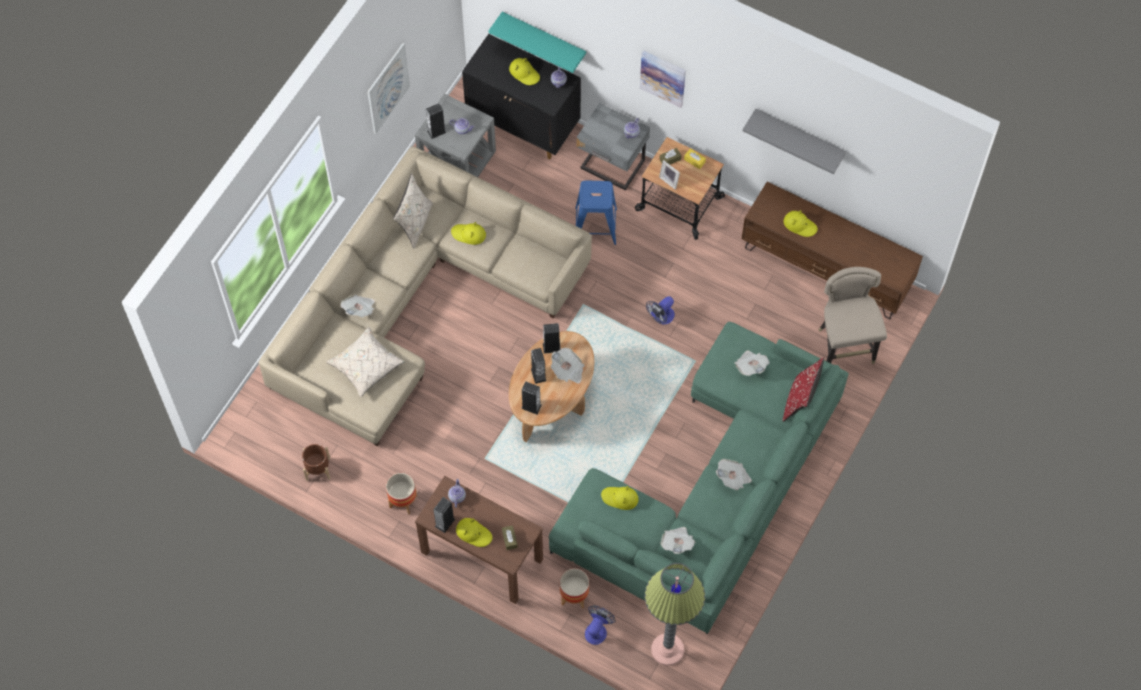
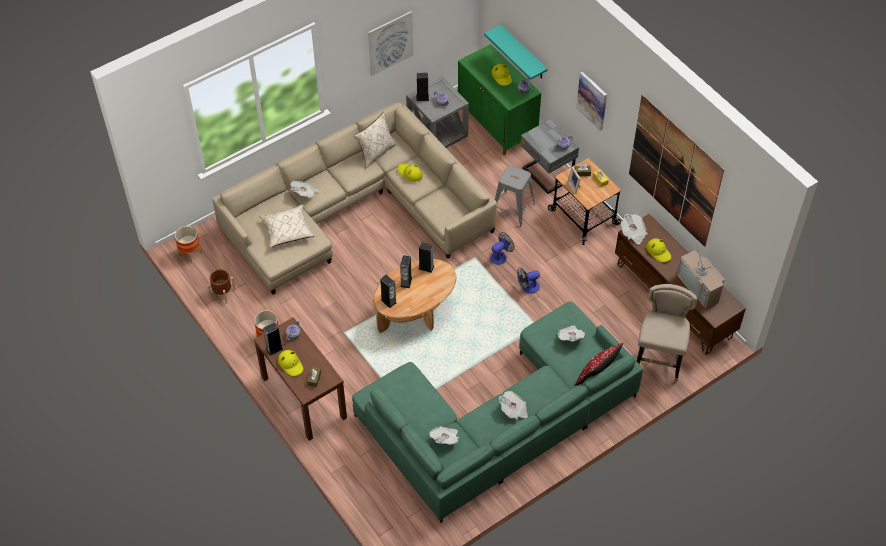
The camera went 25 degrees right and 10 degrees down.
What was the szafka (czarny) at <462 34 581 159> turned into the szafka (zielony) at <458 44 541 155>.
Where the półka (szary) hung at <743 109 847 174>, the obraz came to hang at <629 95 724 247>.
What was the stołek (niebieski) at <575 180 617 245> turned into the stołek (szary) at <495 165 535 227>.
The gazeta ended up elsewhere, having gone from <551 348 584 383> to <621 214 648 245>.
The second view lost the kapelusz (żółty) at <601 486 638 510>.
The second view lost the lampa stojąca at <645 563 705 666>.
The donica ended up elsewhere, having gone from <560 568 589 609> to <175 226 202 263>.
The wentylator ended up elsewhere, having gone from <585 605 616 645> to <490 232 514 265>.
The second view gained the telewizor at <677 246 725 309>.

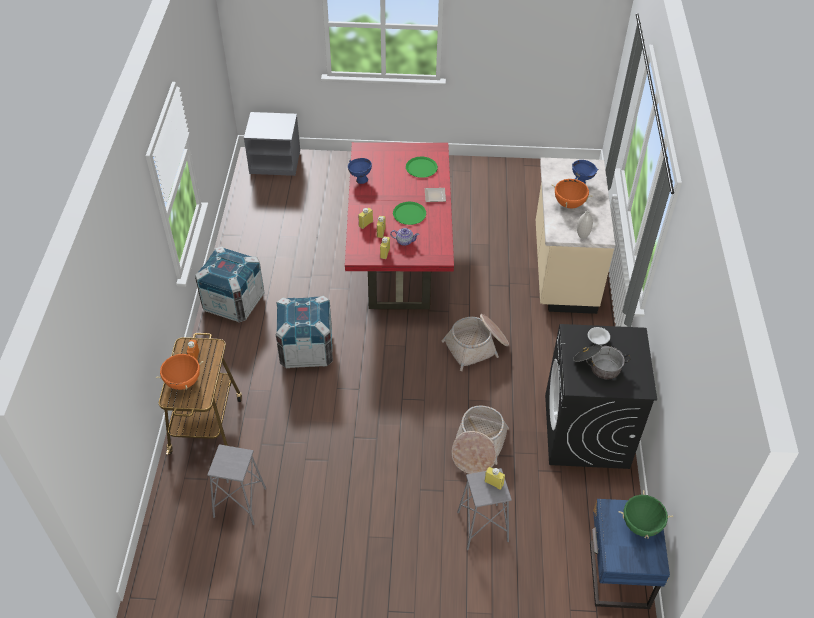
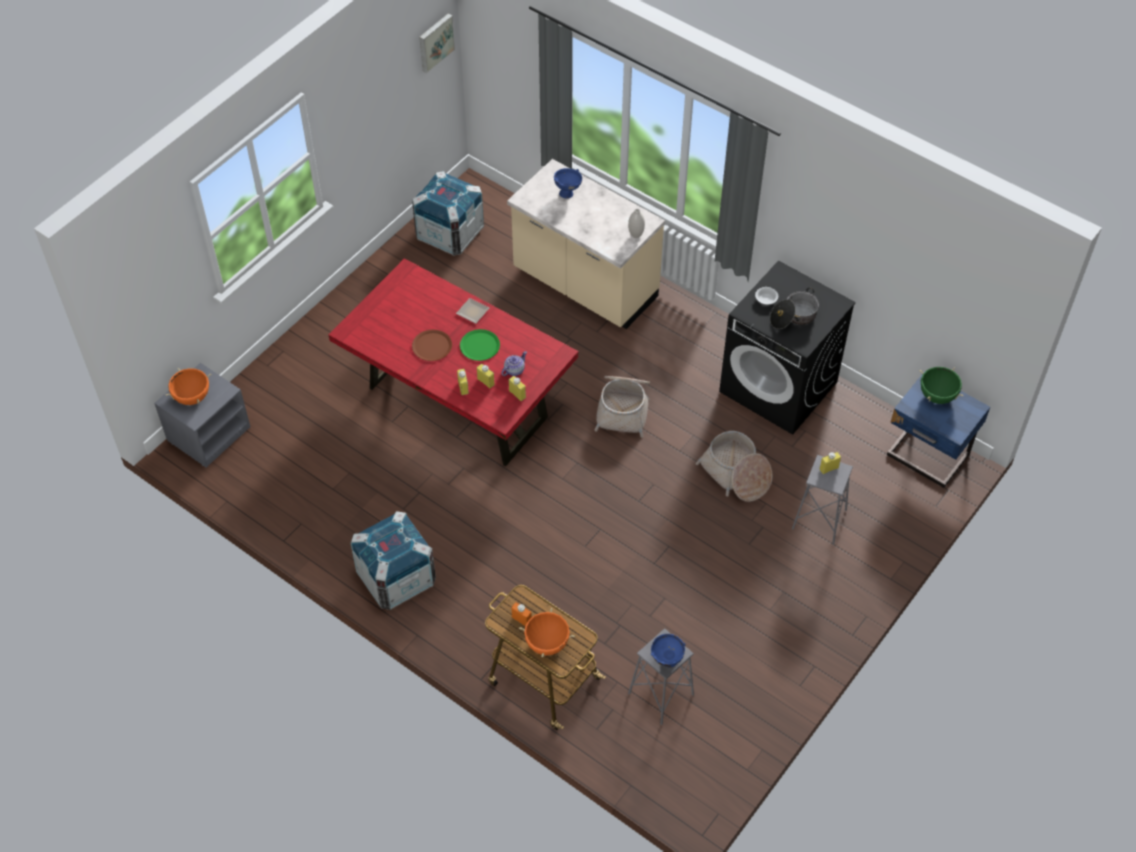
The camera went 55 degrees left and 5 degrees up.
The second view lost the talerz (zielony) at <406 157 438 178>.
The miska (niebieski) ended up elsewhere, having gone from <348 158 372 184> to <651 634 685 668>.
The garnek (pomarańczowy) ended up elsewhere, having gone from <551 177 592 208> to <166 368 211 405>.
The skrzynka ended up elsewhere, having gone from <276 296 333 368> to <412 171 484 256>.
The second view gained the obraz at <419 13 455 73>.
The second view gained the talerz (brązowy) at <412 330 452 361>.

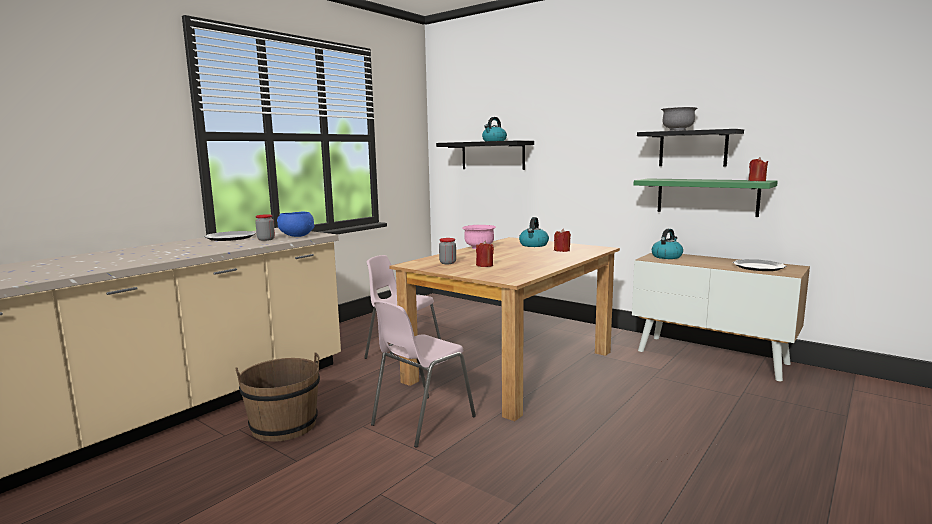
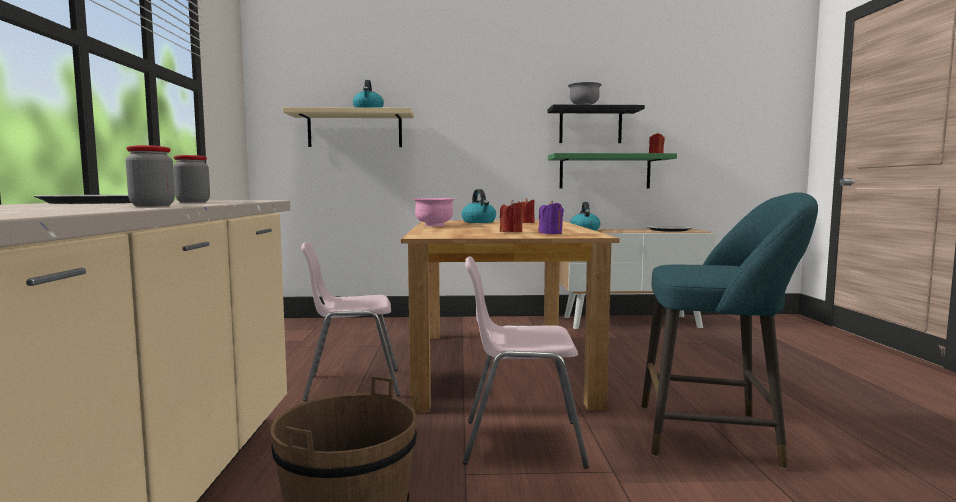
The camera went 40 degrees left and 5 degrees down.
What was the półka (czarny) at <436 140 534 170> turned into the półka (beżowy) at <283 107 414 147>.
The second view lost the miska (niebieski) at <277 212 314 237>.
The słoik ended up elsewhere, having gone from <439 238 456 264> to <126 145 175 206>.
The krzesło (różowy) at <371 301 476 448> ended up facing another way, 90 degrees clockwise from before.
The second view gained the stołek (turkusowy) at <641 192 818 469>.
The second view gained the świeca (fioletowy) at <538 200 564 234>.

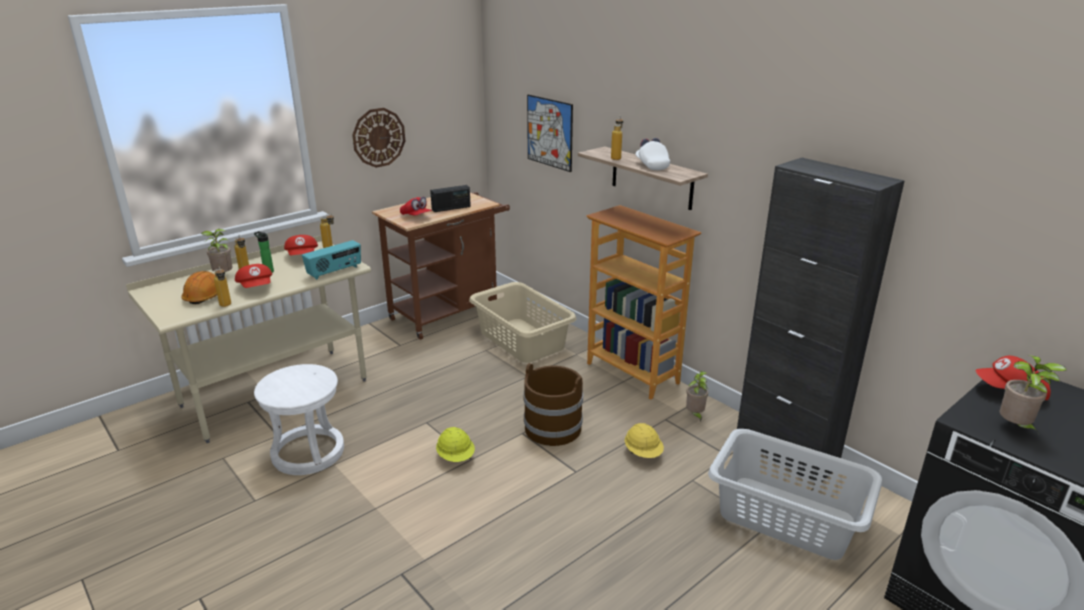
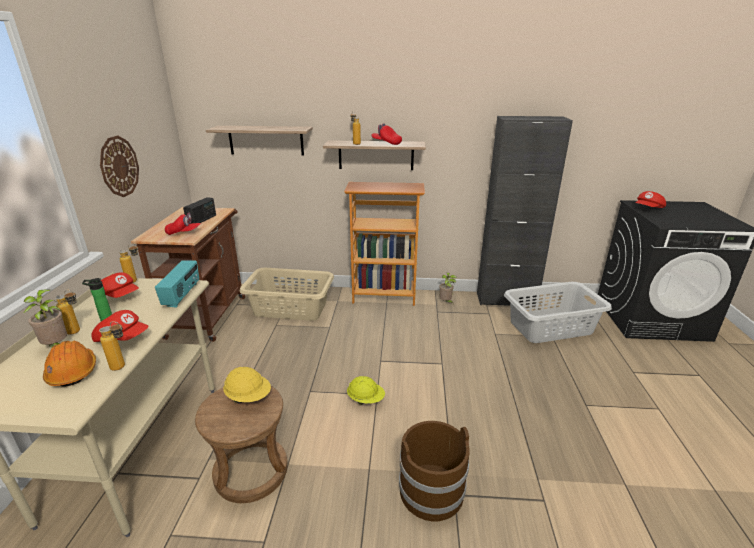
The camera went 45 degrees left and 0 degrees up.
Where the obraz hung at <527 94 573 172>, the półka came to hang at <206 126 313 156>.
What was the czapka z daszkiem (biały) at <636 138 670 170> turned into the czapka z daszkiem (czerwony) at <371 123 402 145>.
The second view lost the roślina doniczkowa at <1000 355 1067 434>.
The wiadro (brązowy) ended up elsewhere, having gone from <523 363 583 446> to <399 421 470 521>.
What was the stołek (biały) at <254 364 344 475> turned into the stołek (brązowy) at <195 386 288 503>.
The kask (żółty) ended up elsewhere, having gone from <625 423 664 458> to <223 367 271 404>.

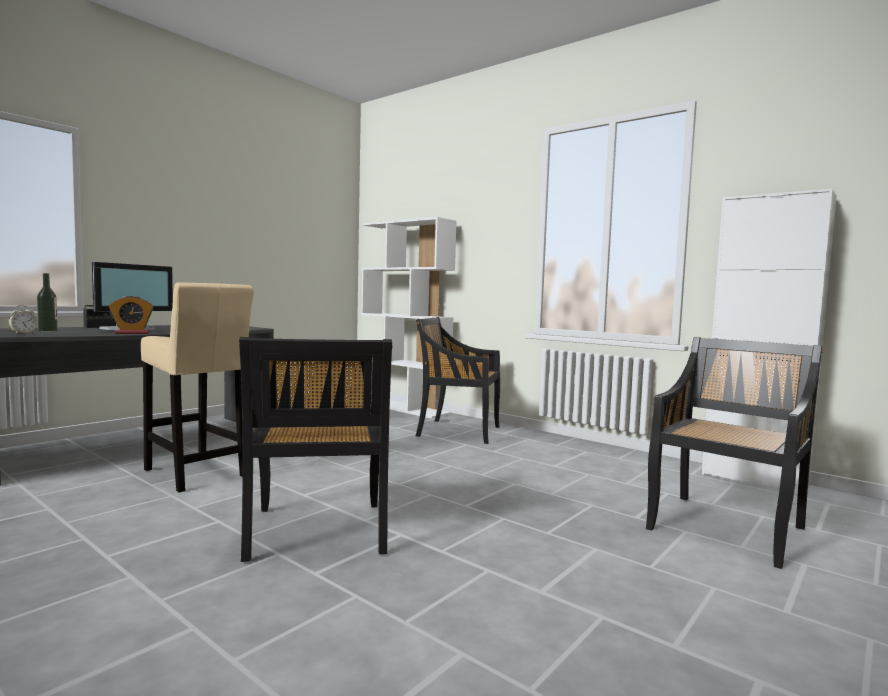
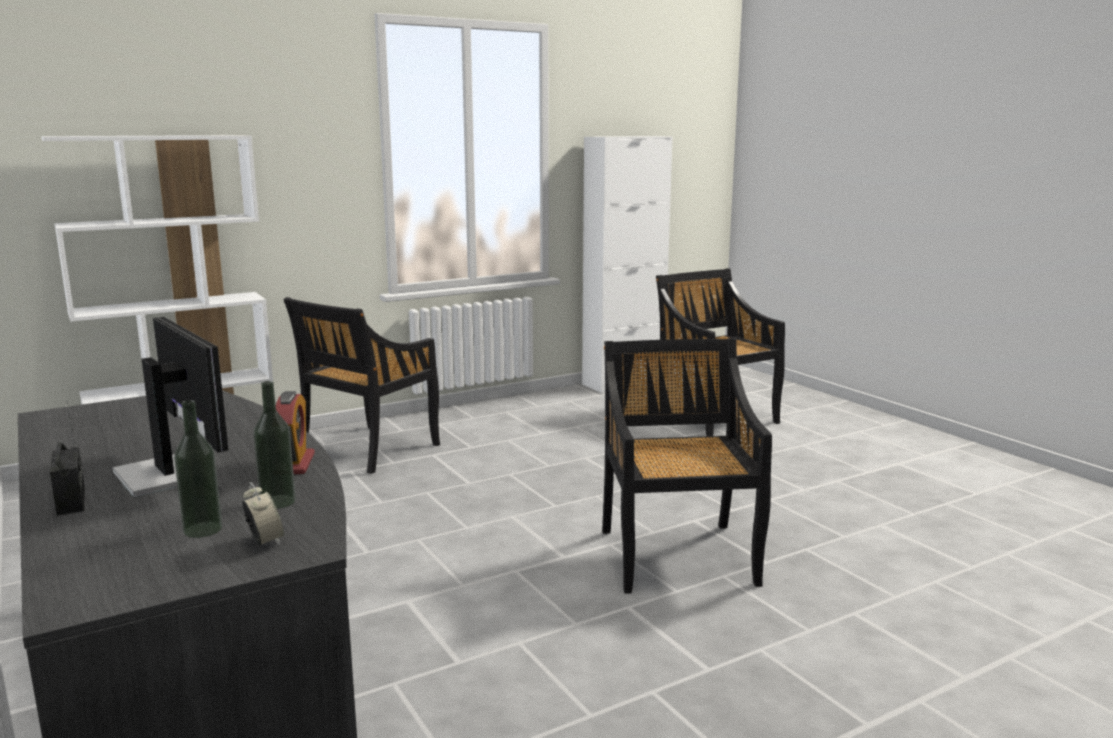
The camera went 70 degrees left and 10 degrees up.
The second view lost the stołek (beżowy) at <141 282 254 493>.
The krzesło (czarny) at <239 337 393 562> ended up facing another way, 105 degrees counterclockwise from before.
The second view gained the butelka at <253 381 296 509>.

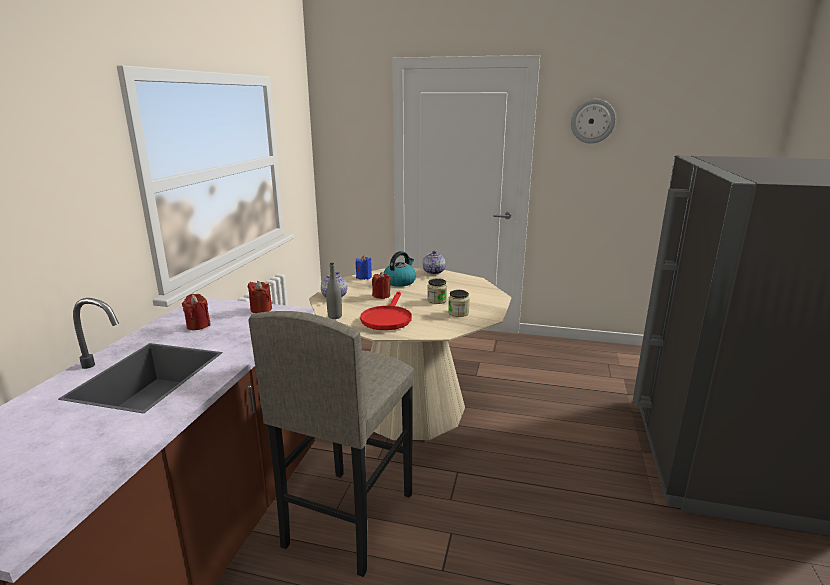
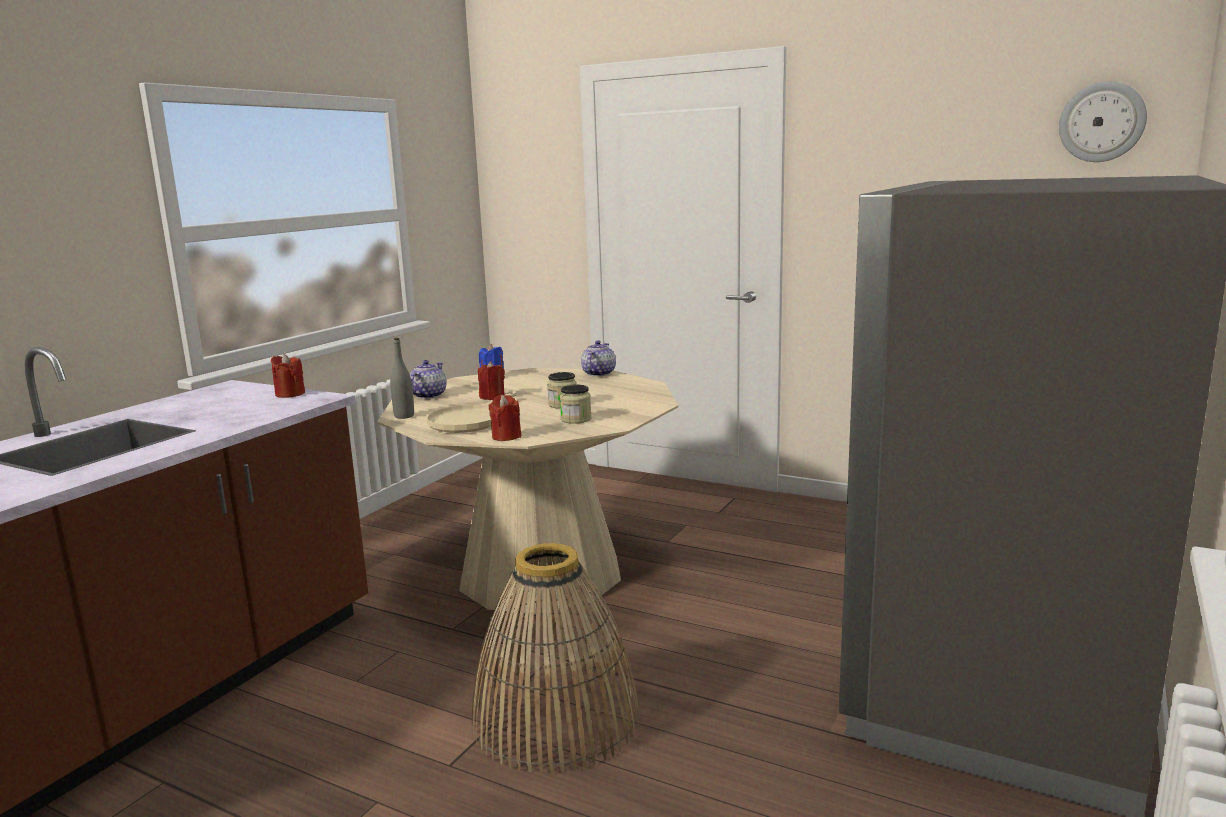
The camera went 15 degrees right and 5 degrees down.
The zegar ścienny ended up elsewhere, having gone from <571 99 616 144> to <1059 81 1147 162>.
The second view lost the czajnik at <383 251 416 287>.
What was the patelnia (czerwony) at <360 292 412 330> turned into the patelnia (beżowy) at <427 391 516 433>.
The świeca (czerwony) ended up elsewhere, having gone from <182 294 211 330> to <489 395 521 441>.
The second view lost the stołek (szary) at <248 311 414 577>.
The second view gained the koszyk at <472 543 640 774>.

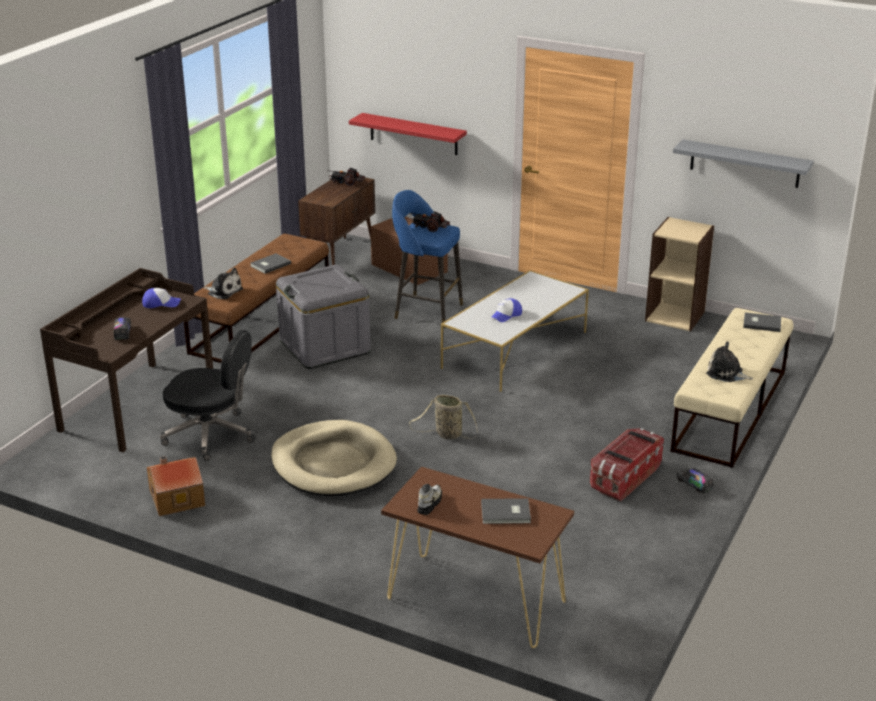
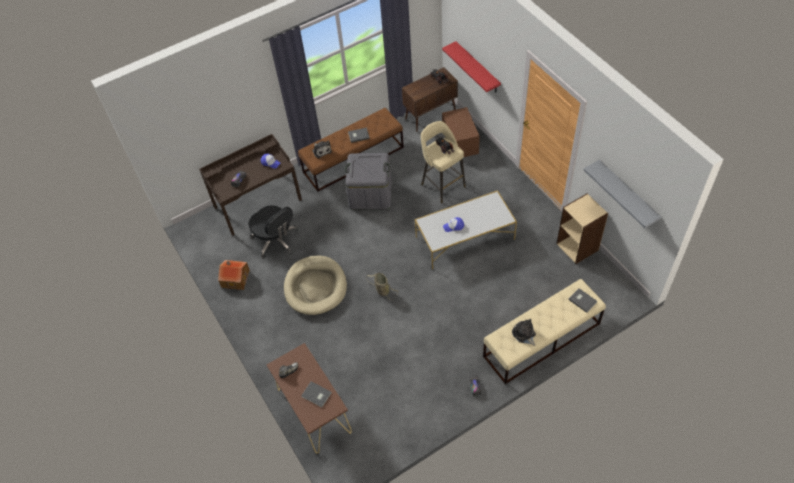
The camera went 35 degrees right and 25 degrees up.
What was the stołek (niebieski) at <392 190 463 328> turned into the stołek (beżowy) at <421 121 466 203>.
The second view lost the pojemnik do przechowywania at <590 428 664 501>.

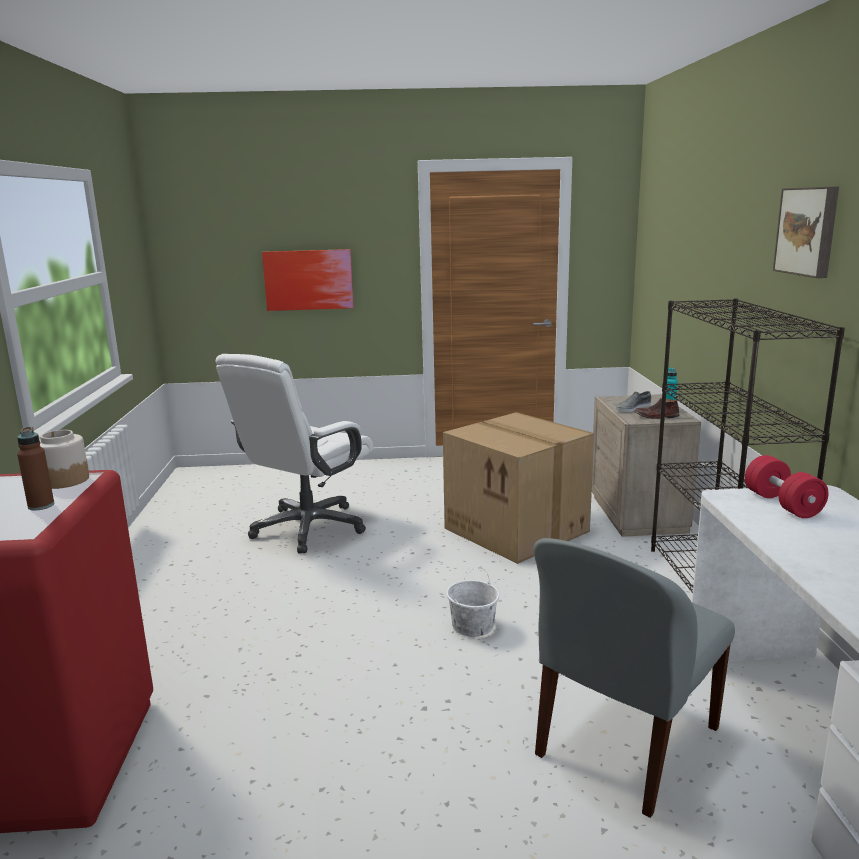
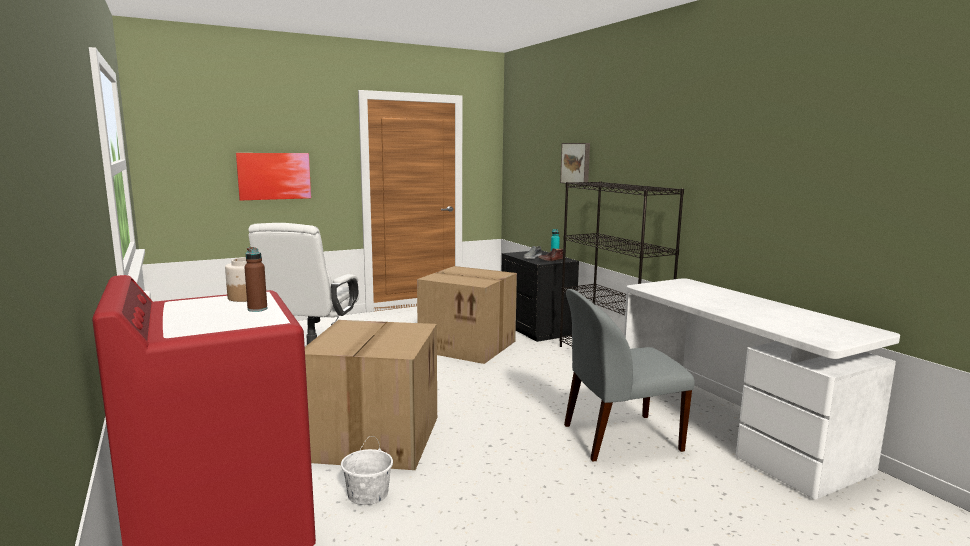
The camera went 25 degrees left and 5 degrees down.
The obraz ended up elsewhere, having gone from <773 186 839 278> to <560 143 590 183>.
What was the szafka nocna (beżowy) at <592 394 701 537> turned into the szafka nocna (czarny) at <502 251 579 342>.
The second view lost the hantel (czerwony) at <745 455 829 518>.
The krzesło (szary) at <533 538 735 818> ended up facing another way, 60 degrees clockwise from before.
The wiadro (biały) ended up elsewhere, having gone from <446 567 499 637> to <341 436 393 505>.
The second view gained the karton at <305 320 437 470>.

